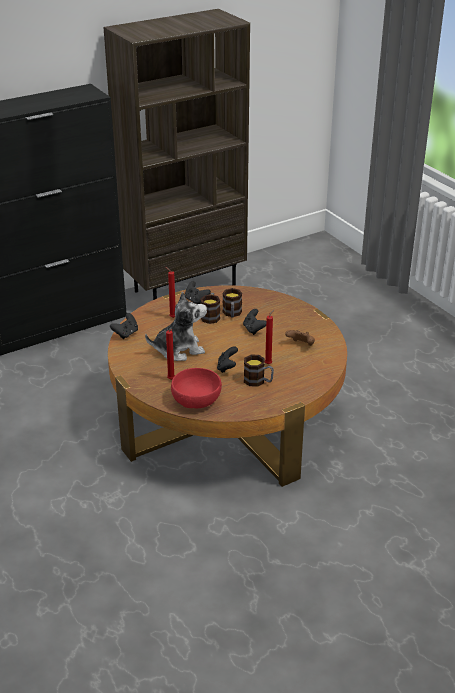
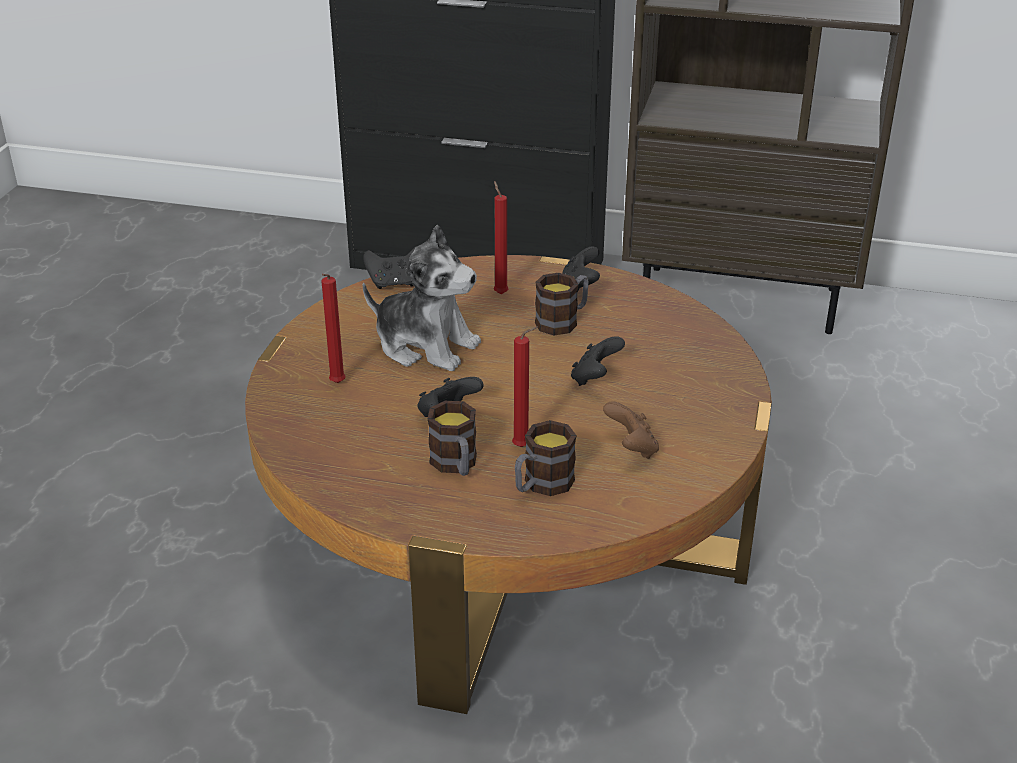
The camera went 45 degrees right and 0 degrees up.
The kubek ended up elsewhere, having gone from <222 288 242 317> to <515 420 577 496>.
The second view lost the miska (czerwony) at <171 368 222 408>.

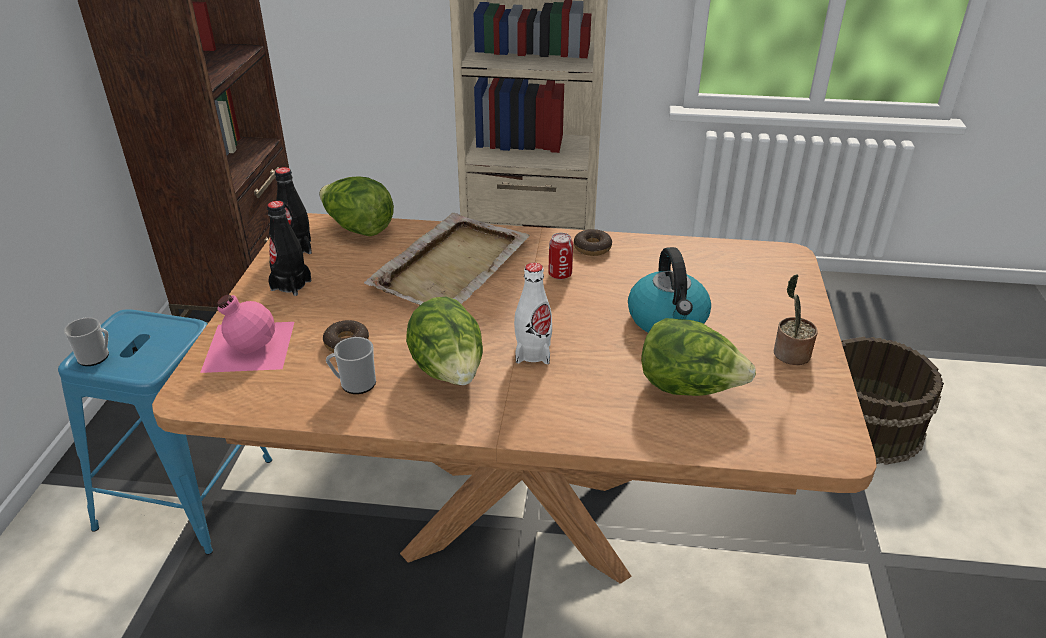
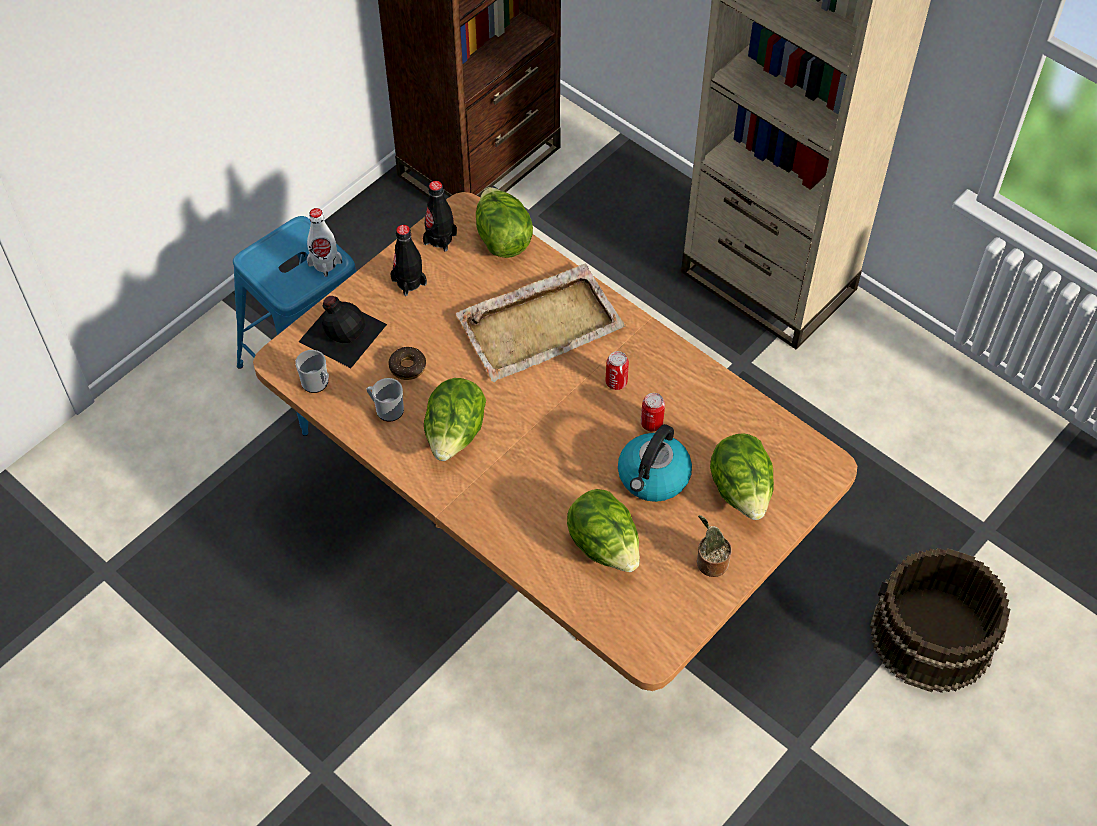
The camera went 35 degrees right and 20 degrees up.
The second view lost the donut at <574 229 612 256>.
The butelka (biały) ended up elsewhere, having gone from <514 263 552 364> to <307 208 342 277>.
What was the butelka (różowy) at <200 295 294 373> turned into the butelka (czarny) at <299 296 387 368>.
The kubek ended up elsewhere, having gone from <64 317 109 366> to <295 350 329 393>.
The second view gained the puszka at <641 393 665 431>.
The second view gained the sałata at <710 433 774 520>.

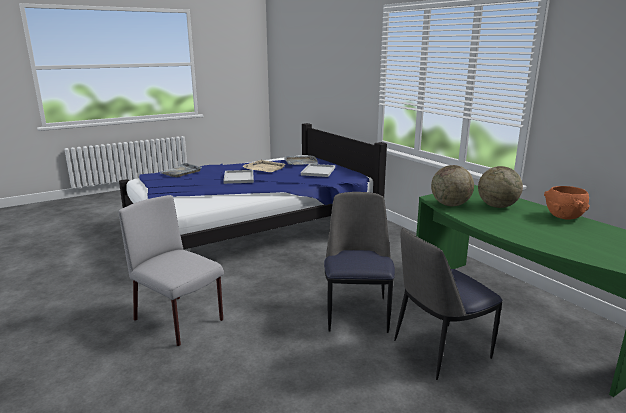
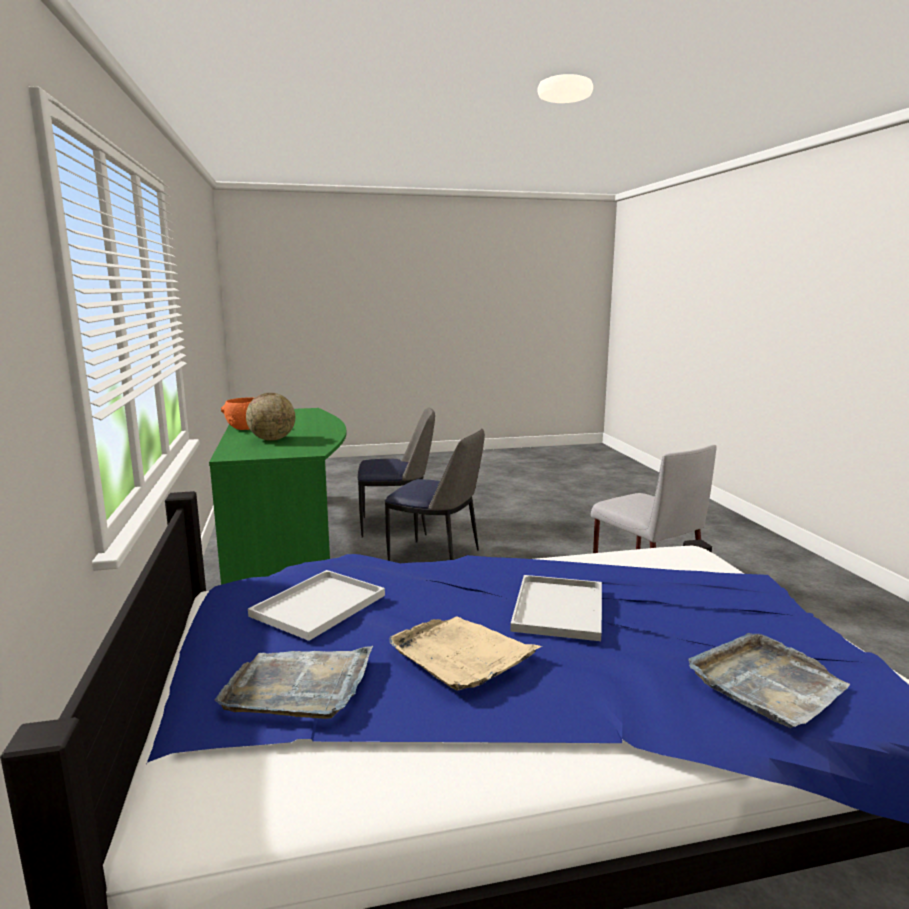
The camera went 160 degrees left and 5 degrees down.
The second view lost the globus at <431 165 474 206>.
The krzesło at <324 192 395 333> ended up facing another way, 90 degrees counterclockwise from before.

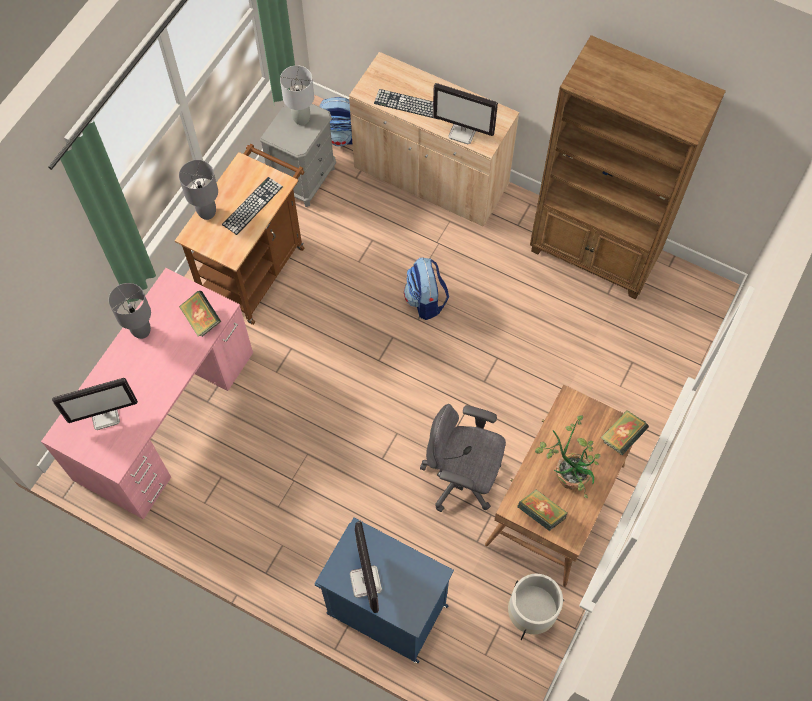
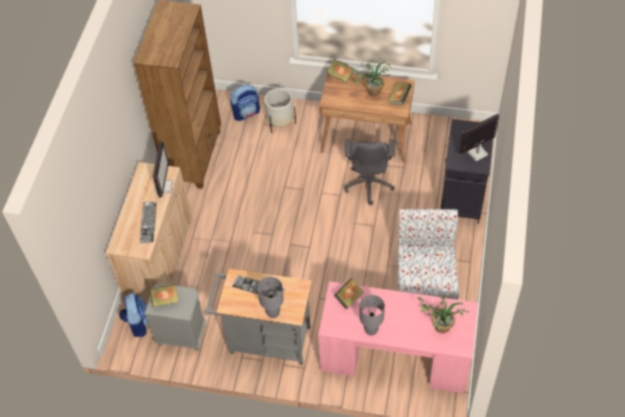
The camera went 105 degrees left and 10 degrees down.
Where the lampa stołowa (szary) stood at <280 65 314 125>, the książka came to stand at <150 284 179 307>.
What was the wózek (brązowy) at <175 144 304 325> turned into the wózek (szary) at <204 269 312 365>.
The plecak ended up elsewhere, having gone from <404 257 449 320> to <230 84 260 121>.
Where the monitor stood at <52 378 138 430>, the roślina doniczkowa came to stand at <418 296 469 333>.
What was the szafka (niebieski) at <314 518 454 663> turned into the szafka (czarny) at <441 119 493 224>.
The donica (biały) ended up elsewhere, having gone from <508 574 564 640> to <265 88 296 133>.
The second view gained the krzesło at <397 209 459 300>.

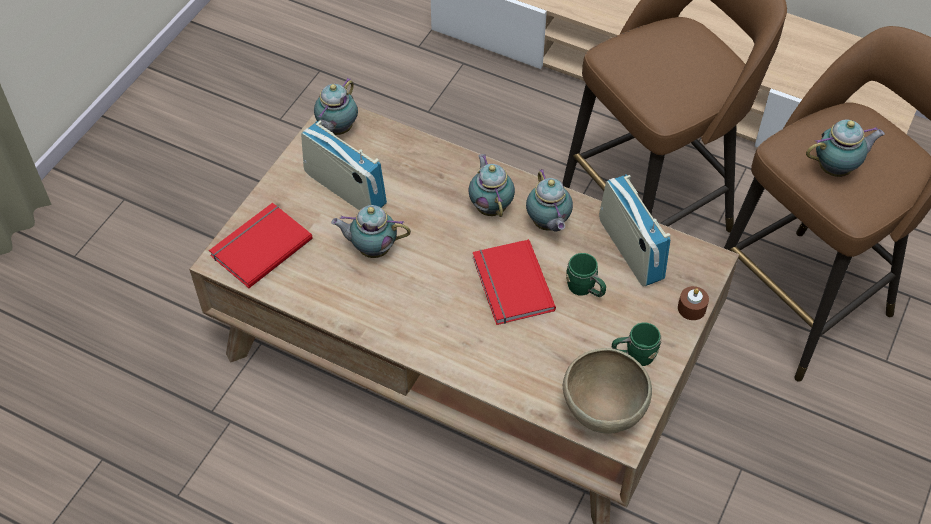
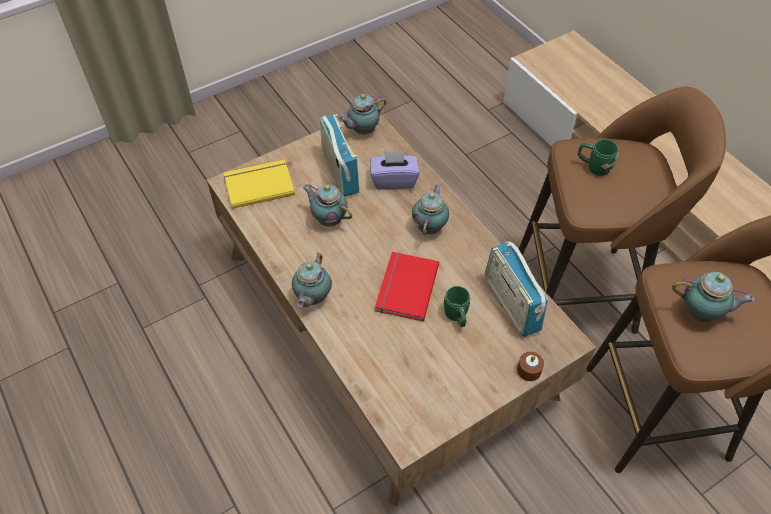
The camera went 30 degrees right and 0 degrees up.
The imbryk ended up elsewhere, having gone from <526 169 573 232> to <292 252 332 307>.
The radio at <599 174 671 287> ended up facing another way, 150 degrees clockwise from before.
What was the książka (czerwony) at <209 203 313 288> turned into the książka (żółty) at <224 160 295 209>.
The kubek (zielony) ended up elsewhere, having gone from <612 322 662 366> to <578 139 619 176>.
The second view lost the miska (brązowy) at <563 348 652 434>.
The second view gained the pudełko chusteczek (fioletowy) at <370 151 419 189>.

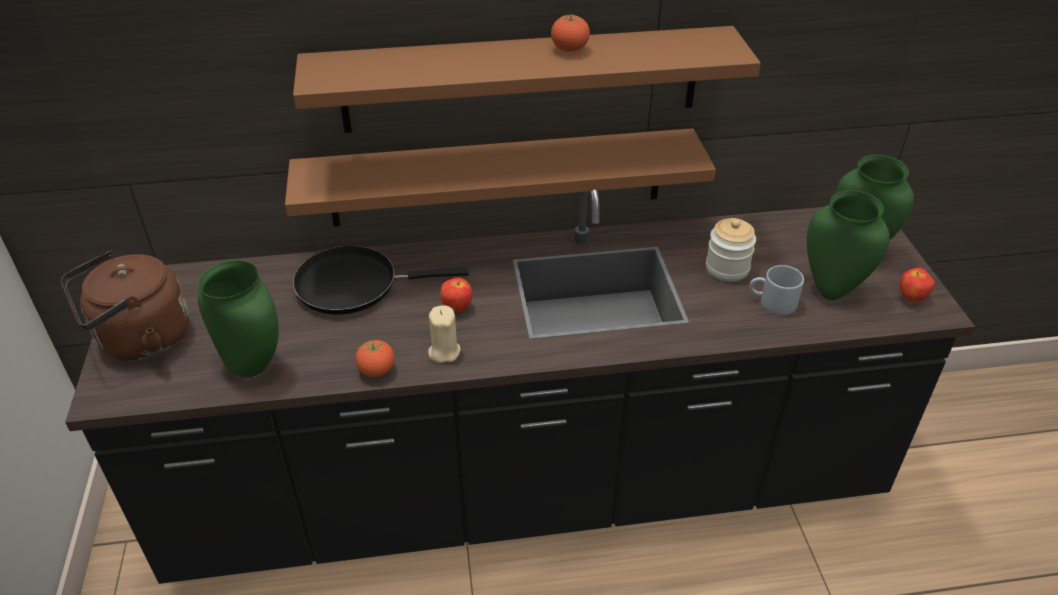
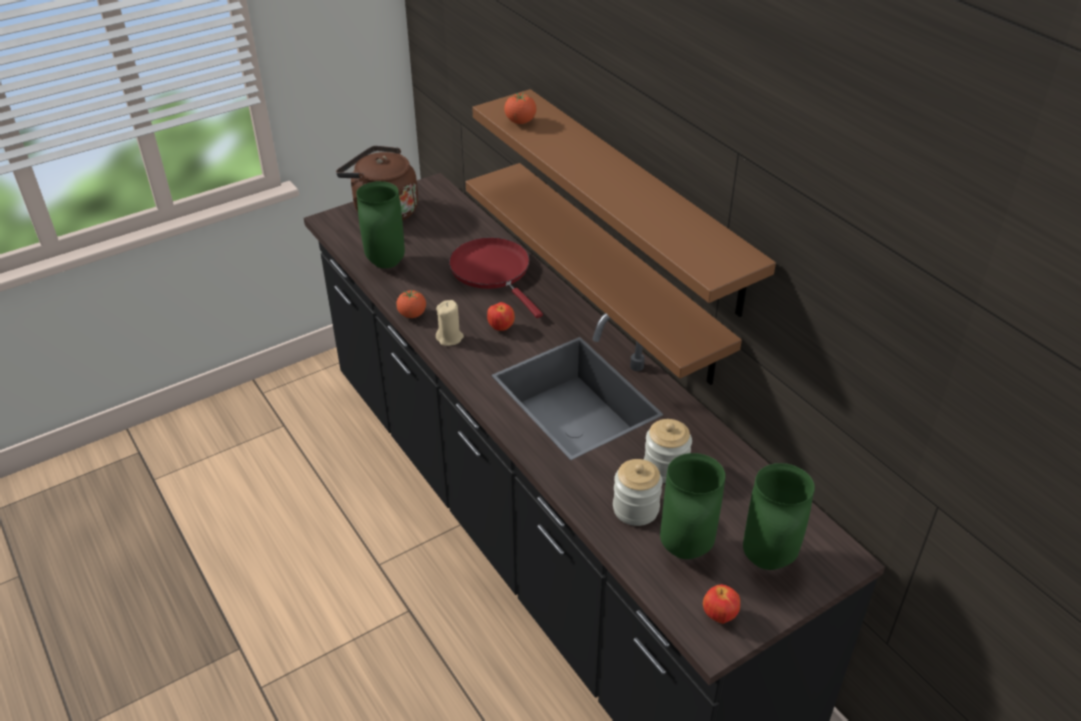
The camera went 65 degrees right and 0 degrees up.
The pomidor ended up elsewhere, having gone from <551 14 590 52> to <504 93 536 124>.
What was the patelnia (czarny) at <293 246 469 314> turned into the patelnia (czerwony) at <449 237 543 318>.
Where the kubek (szary) stood at <749 265 804 315>, the słoik came to stand at <613 459 663 526>.

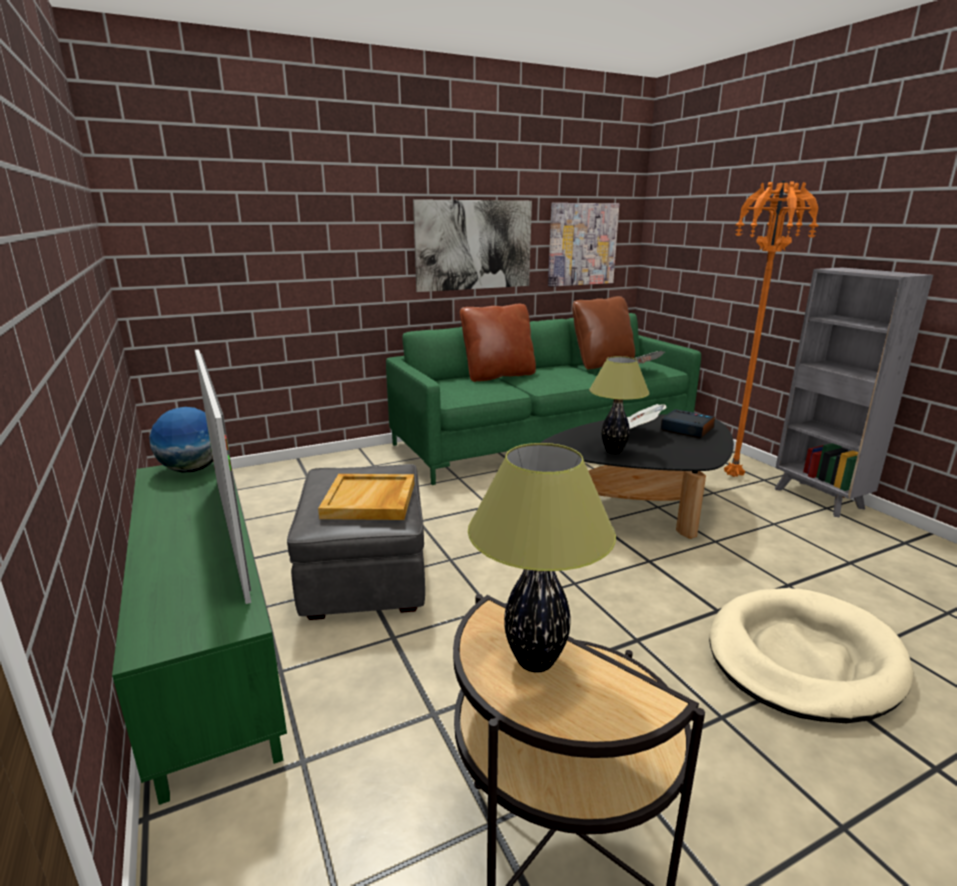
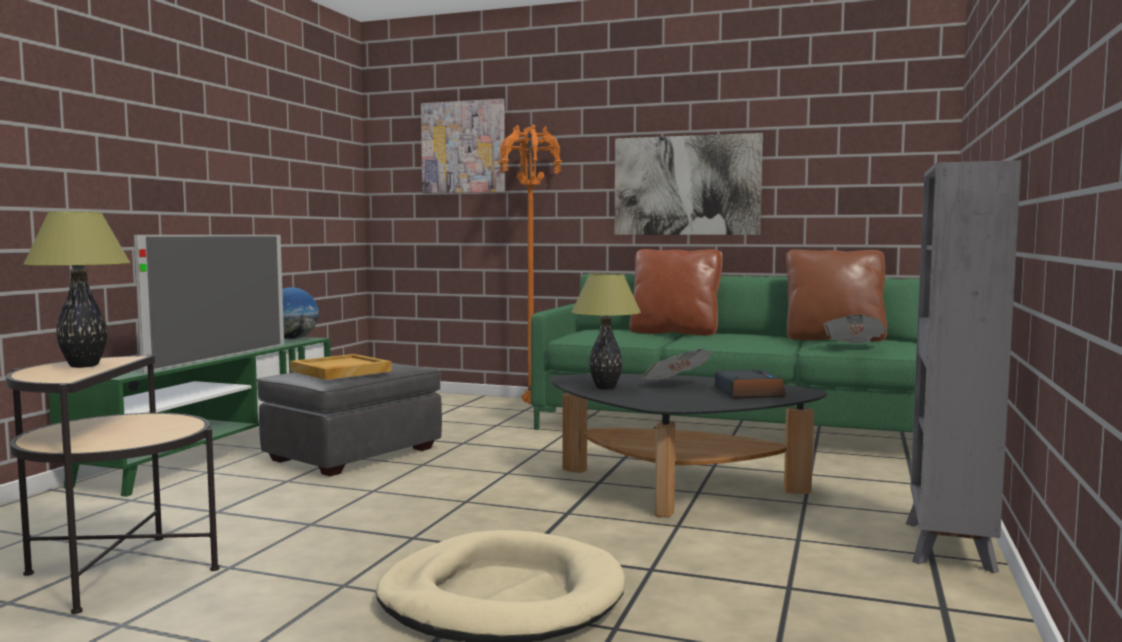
The camera went 45 degrees right and 15 degrees down.
The lampa stojąca (pomarańczowy) ended up elsewhere, having gone from <724 181 819 477> to <498 125 562 404>.
The obraz ended up elsewhere, having gone from <548 203 619 287> to <421 99 505 193>.

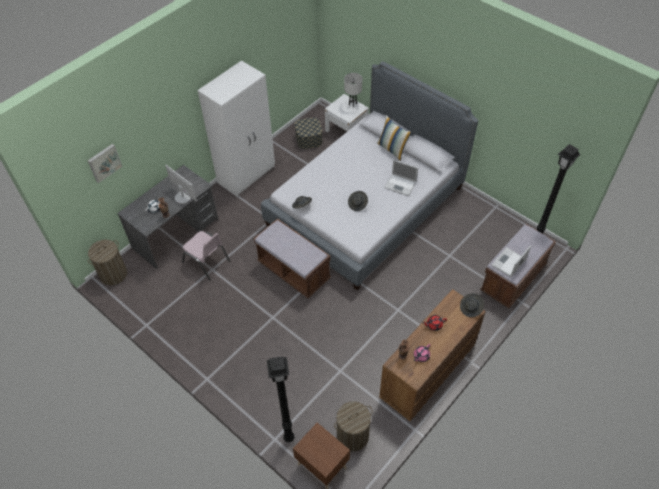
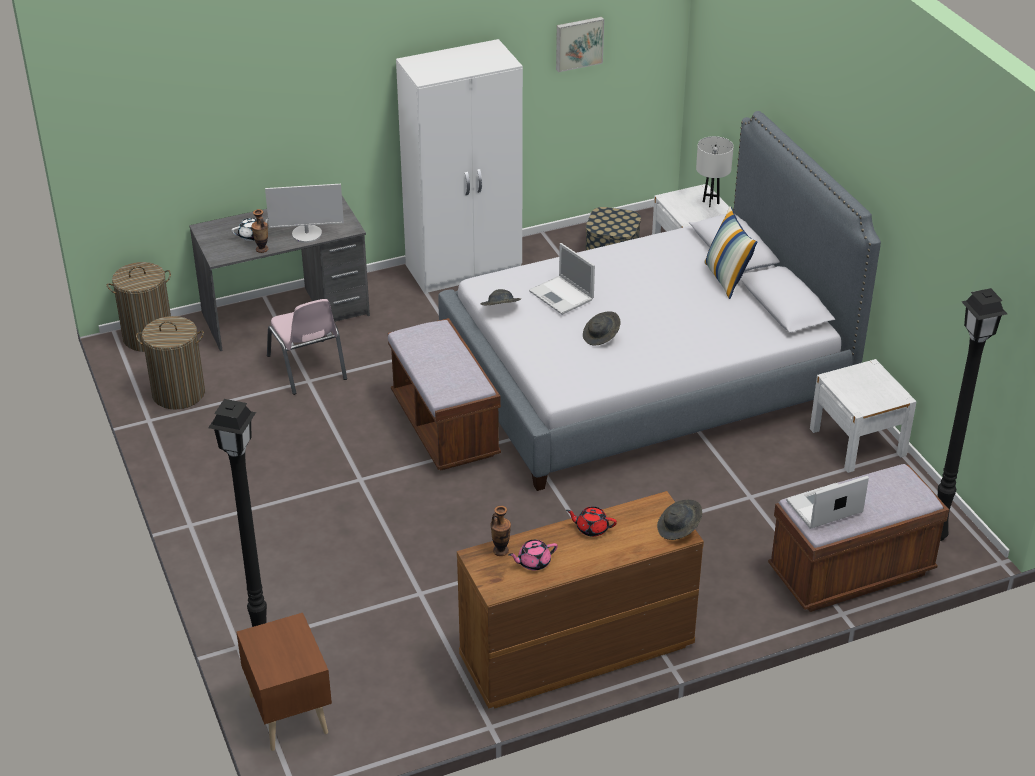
The camera went 25 degrees right and 15 degrees down.
The obraz ended up elsewhere, having gone from <87 144 122 183> to <556 17 604 72>.
The laptop ended up elsewhere, having gone from <384 160 418 196> to <529 243 595 315>.
The monitor at <165 165 197 204> ended up facing another way, 105 degrees clockwise from before.
The kosz na pranie ended up elsewhere, having gone from <334 401 373 451> to <136 316 205 410>.
The second view gained the szafka nocna (biały) at <810 359 917 473>.

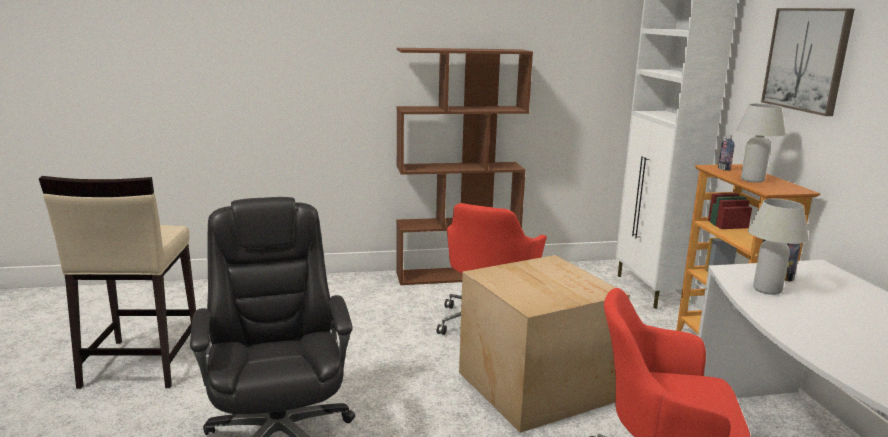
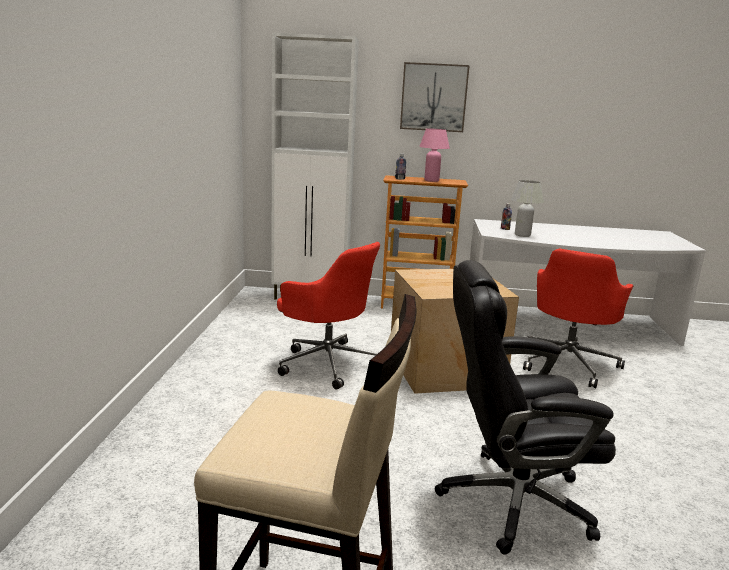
The camera went 75 degrees left and 0 degrees up.
The second view lost the regał (brązowy) at <396 48 533 285>.
What was the lampa stołowa (biały) at <736 104 786 183> turned into the lampa stołowa (różowy) at <419 128 450 182>.

